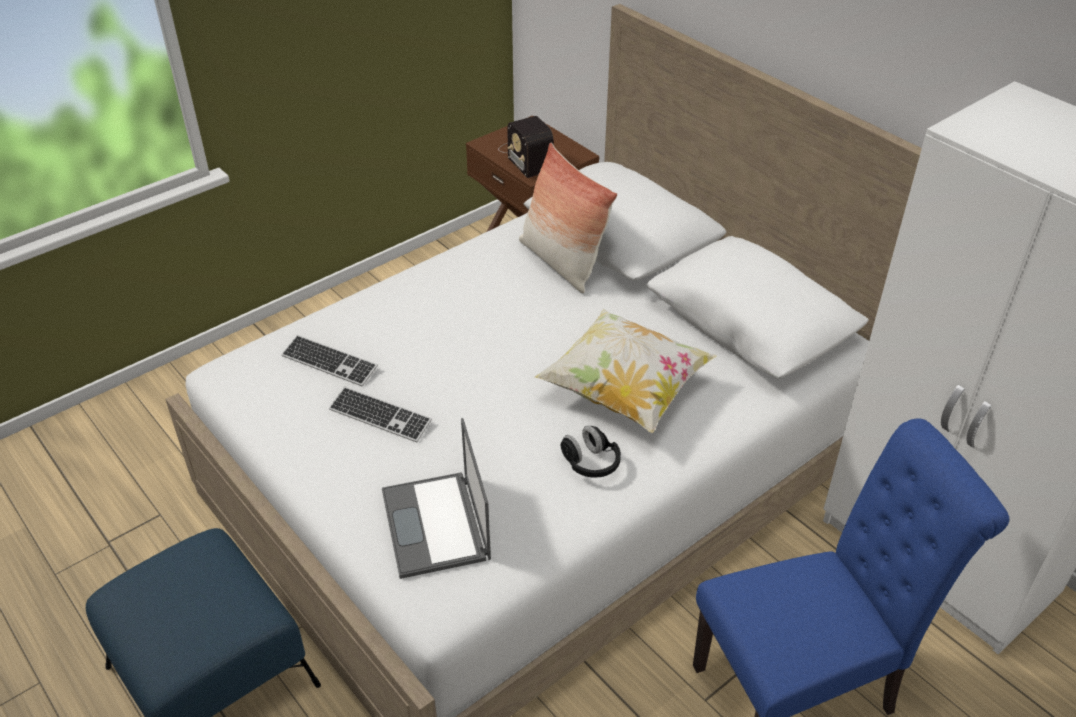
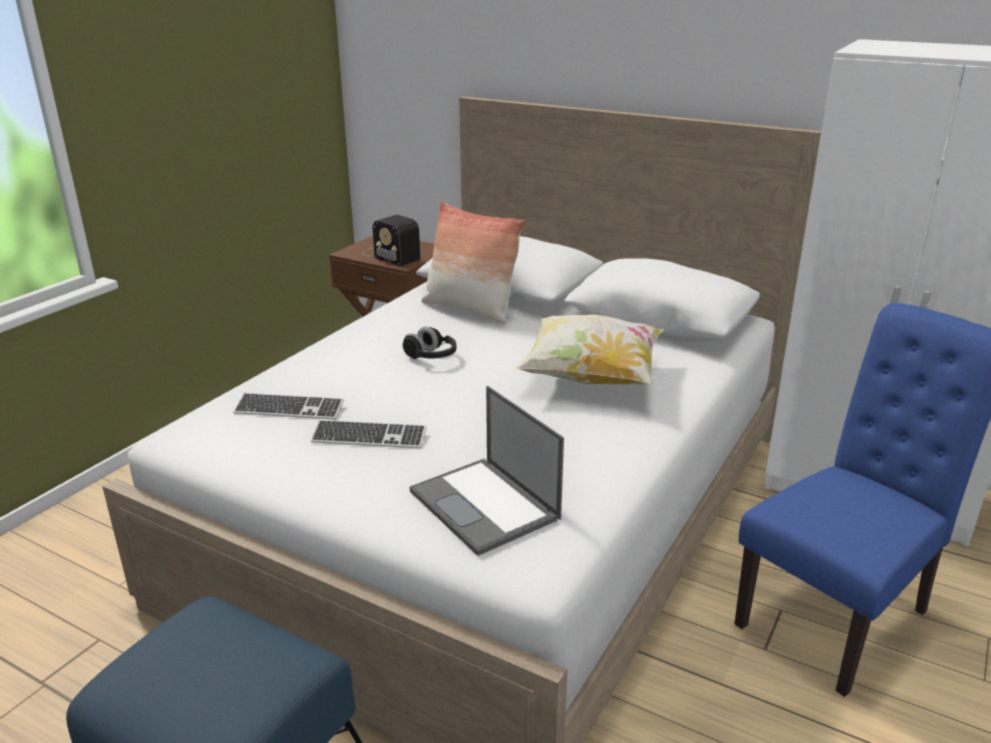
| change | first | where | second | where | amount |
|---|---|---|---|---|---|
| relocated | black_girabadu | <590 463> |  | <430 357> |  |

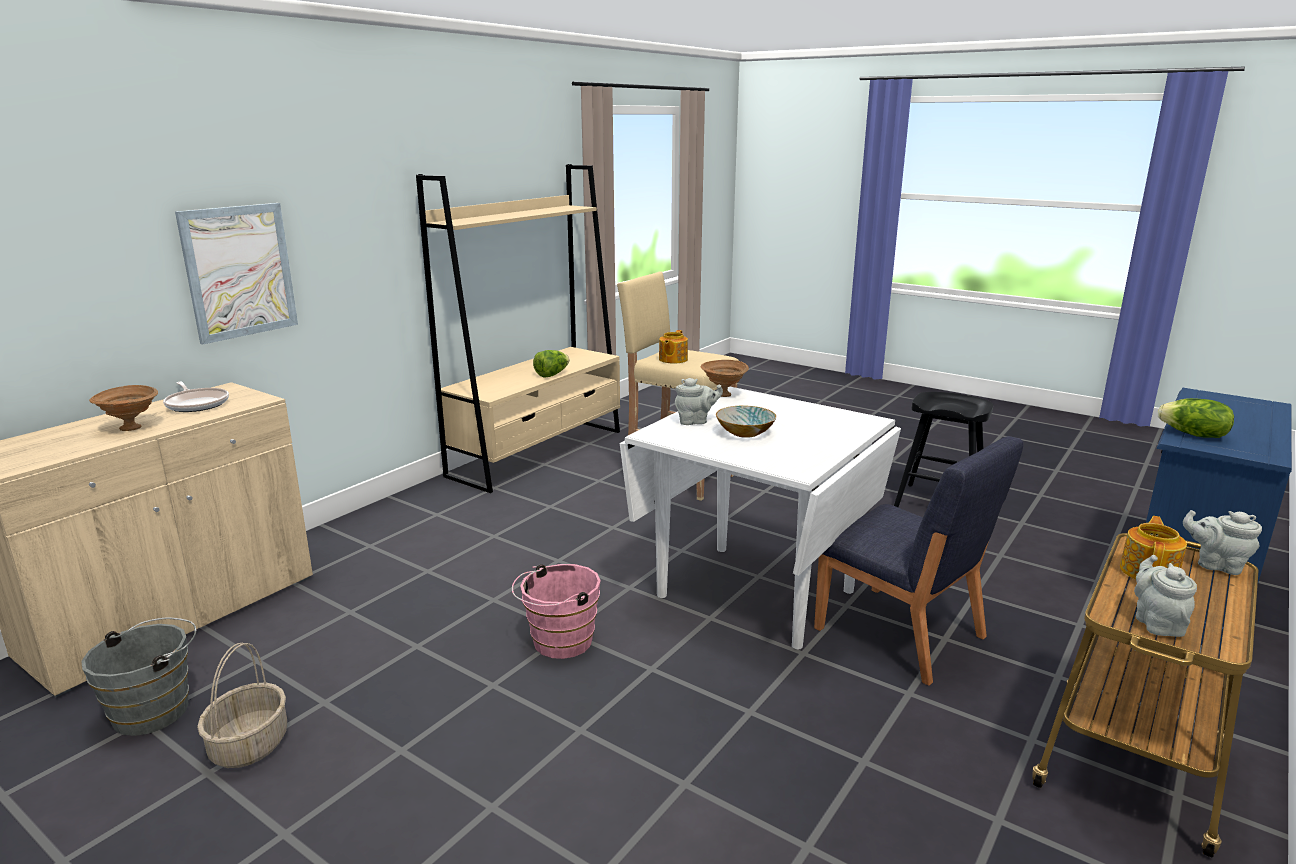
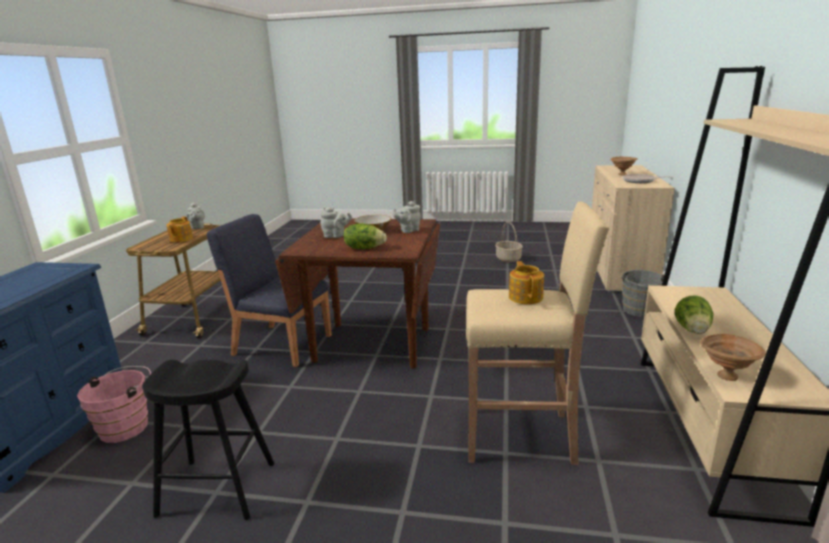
| change | first | where | second | where | amount |
|---|---|---|---|---|---|
| relocated | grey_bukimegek | <157 709> |  | <640 311> |  |
| missing | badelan | <239 271> |  |  |  |
| relocated | pink_bukimegek | <558 643> |  | <127 426> |  |
| colour | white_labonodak | <754 594> | brown_labonodak | <373 344> |  |
| relocated | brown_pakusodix | <724 395> |  | <725 376> |  |
| relocated | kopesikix | <1193 435> |  | <364 248> |  |
| relocated | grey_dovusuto | <1216 565> |  | <336 236> |  |

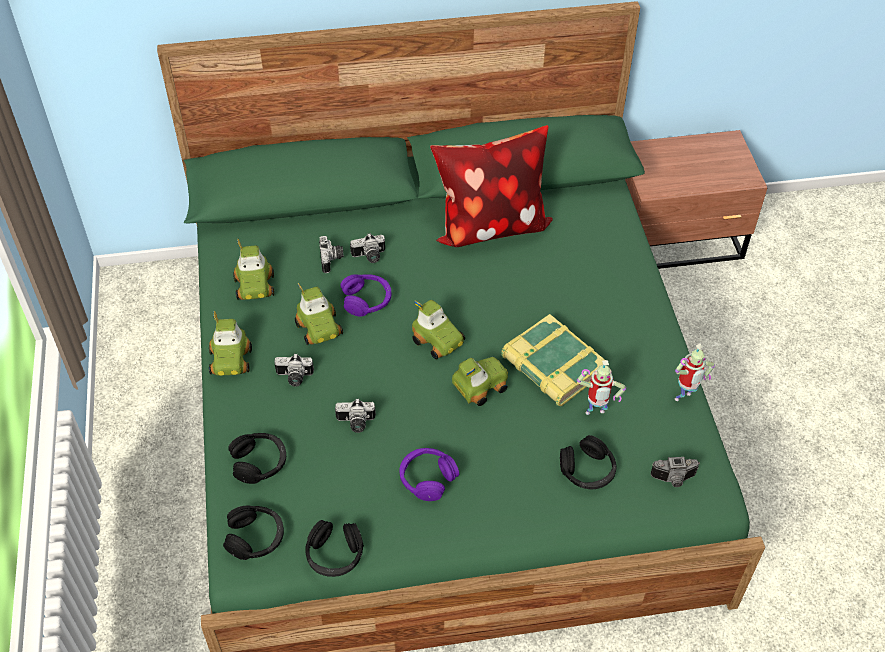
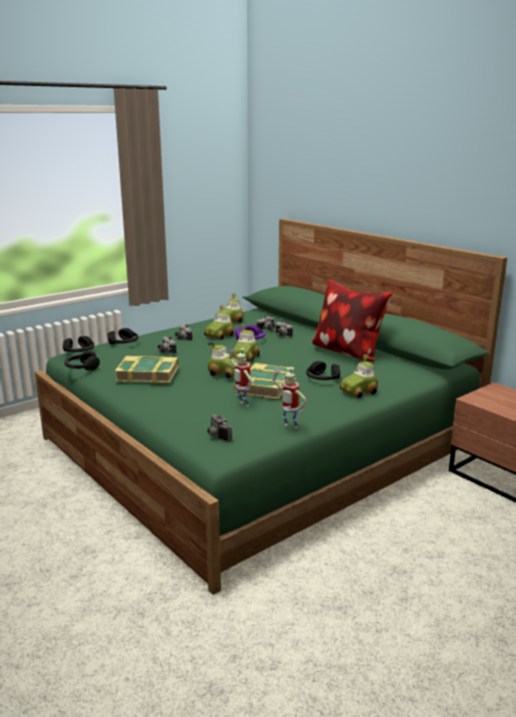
| change | first | where | second | where | amount |
|---|---|---|---|---|---|
| relocated | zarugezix | <231 360> |  | <358 392> |  |
| exchanged | purple_girabadu | <427 478> | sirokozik | <148 374> |  |
| relocated | black_girabadu | <587 470> |  | <322 379> |  |

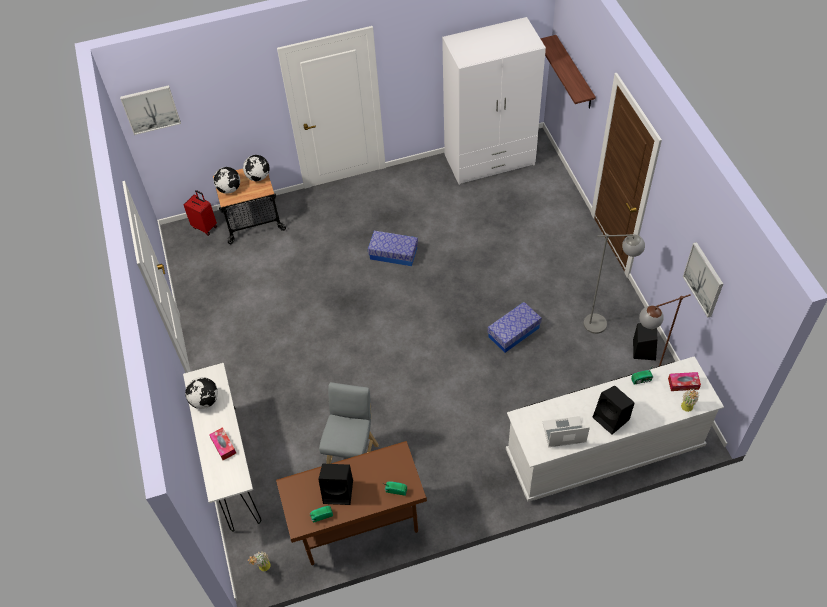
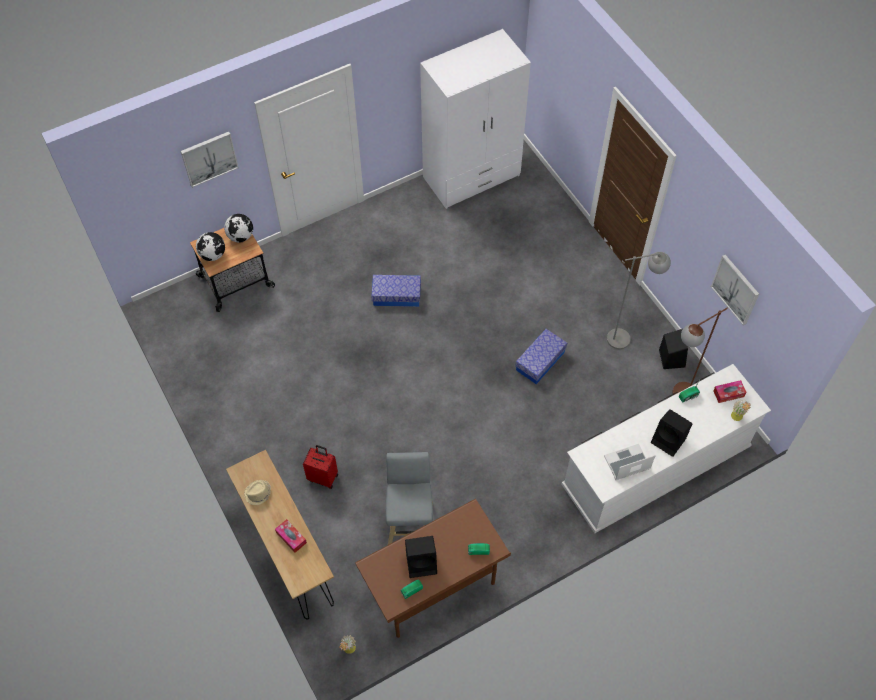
| change | first | where | second | where | amount |
|---|---|---|---|---|---|
| relocated | badelan | <151 109> |  | <209 158> |  |
| colour | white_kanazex | <233 467> | brown_kanazex | <289 553> |  |
| relocated | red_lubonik | <205 227> |  | <323 477> |  |
| exchanged | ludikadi | <205 401> | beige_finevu | <258 493> |  |
| missing | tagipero | <574 73> |  |  |  |

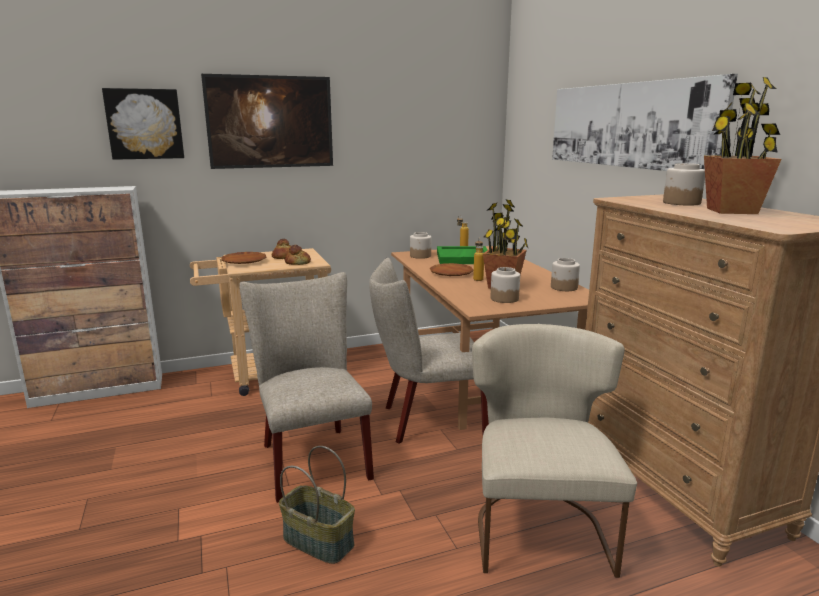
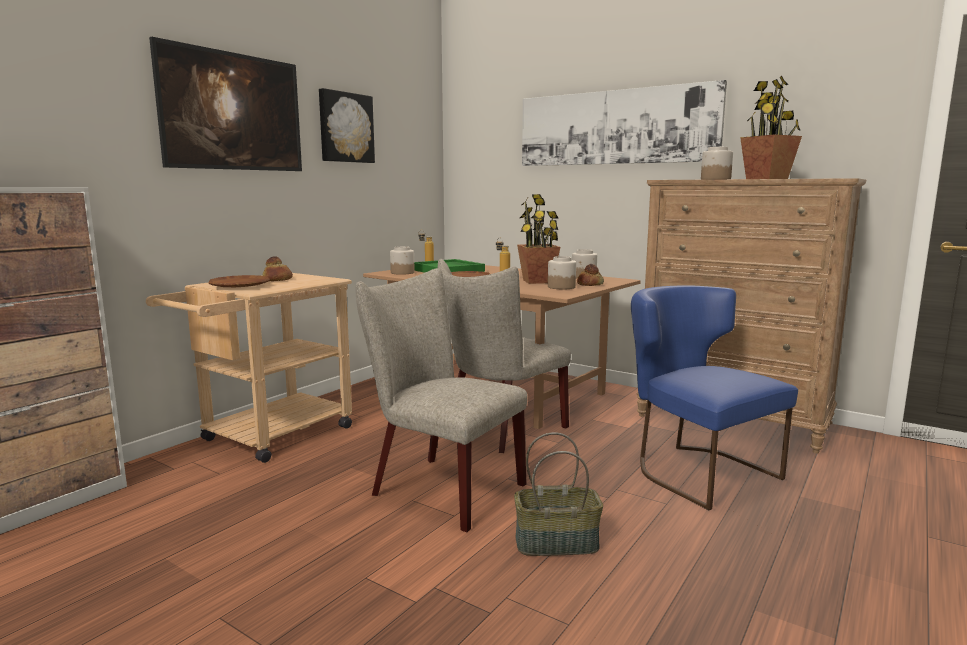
| change | first | where | second | where | amount |
|---|---|---|---|---|---|
| relocated | badelan | <145 124> |  | <345 127> |  |
| relocated | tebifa | <298 263> |  | <589 284> |  |
| colour | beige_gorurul | <538 526> | blue_gorurul | <695 470> |  |

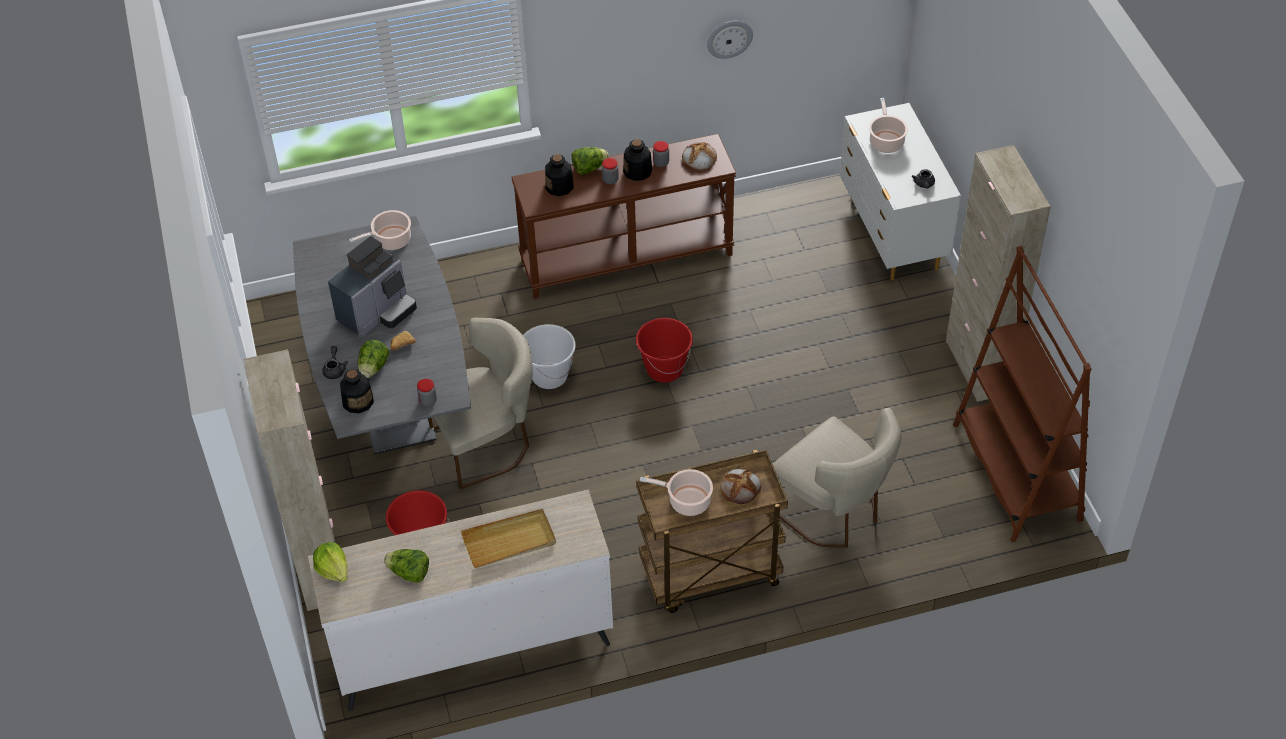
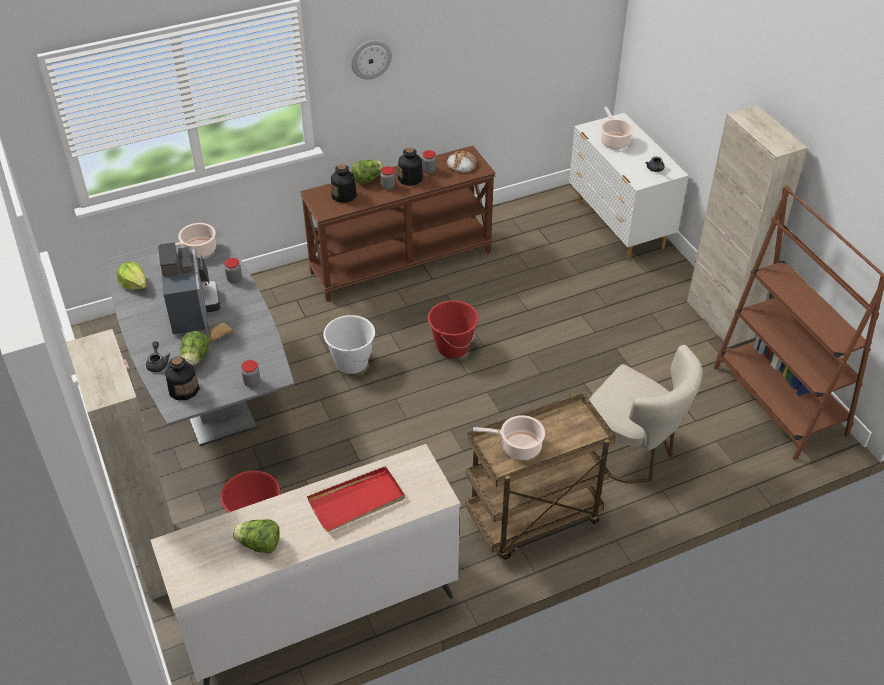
| change | first | where | second | where | amount |
|---|---|---|---|---|---|
| relocated | kopesikix | <333 569> |  | <134 284> |  |
| spun | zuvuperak | <377 312> |  | <193 310> | 45 degrees counterclockwise |
| missing | beige_gorurul | <487 443> |  |  |  |
| colour | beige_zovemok | <509 541> | red_zovemok | <357 501> |  |
| relocated | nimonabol | <729 38> |  | <371 59> |  |
| missing | tebifa | <741 488> |  |  |  |
| appeared |  |  | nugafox | <234 279> |  |

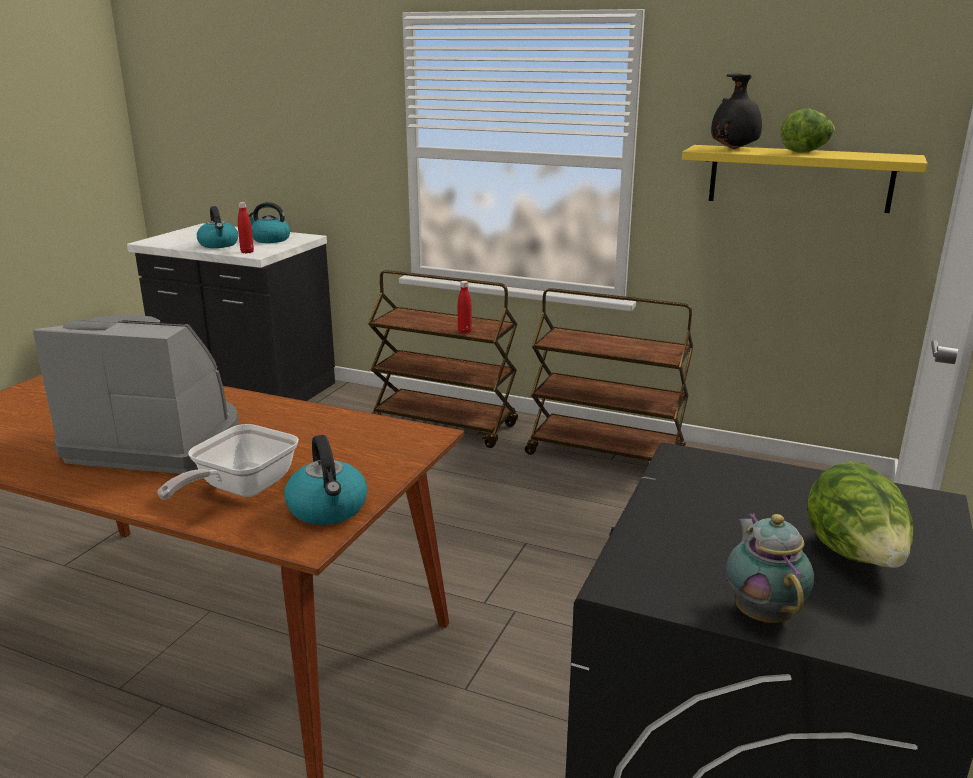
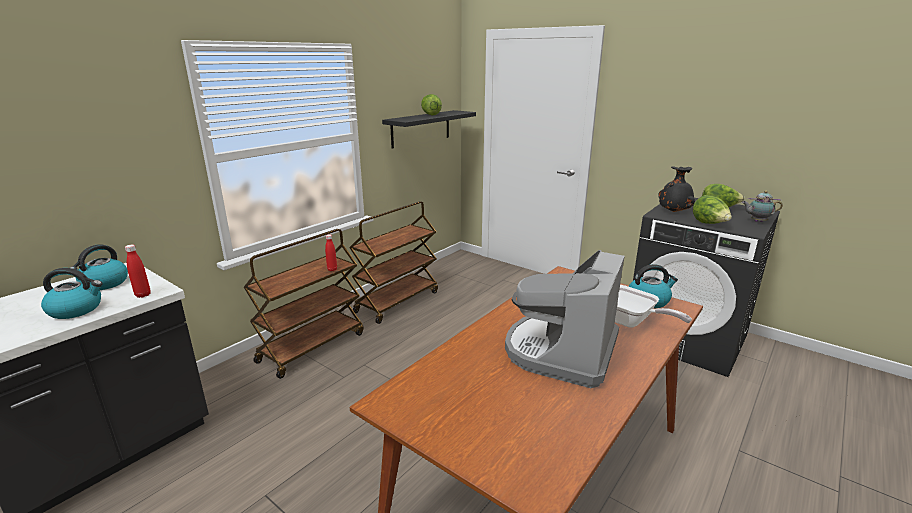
| change | first | where | second | where | amount |
|---|---|---|---|---|---|
| colour | yellow_tagipero | <799 178> | black_tagipero | <421 128> |  |
| relocated | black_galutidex | <735 149> |  | <674 211> |  |
| appeared |  |  | kopesikix | <709 224> |  |

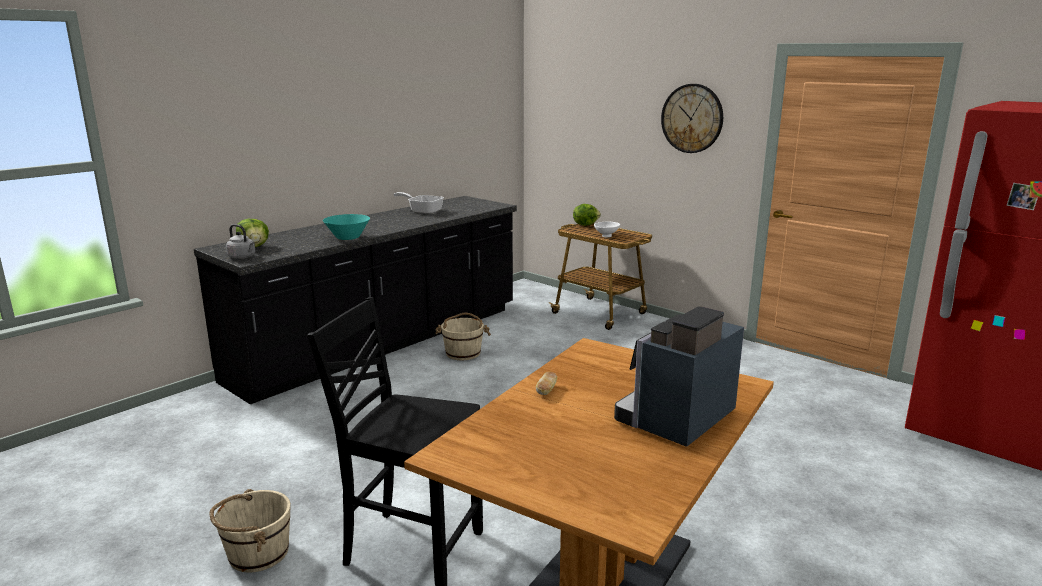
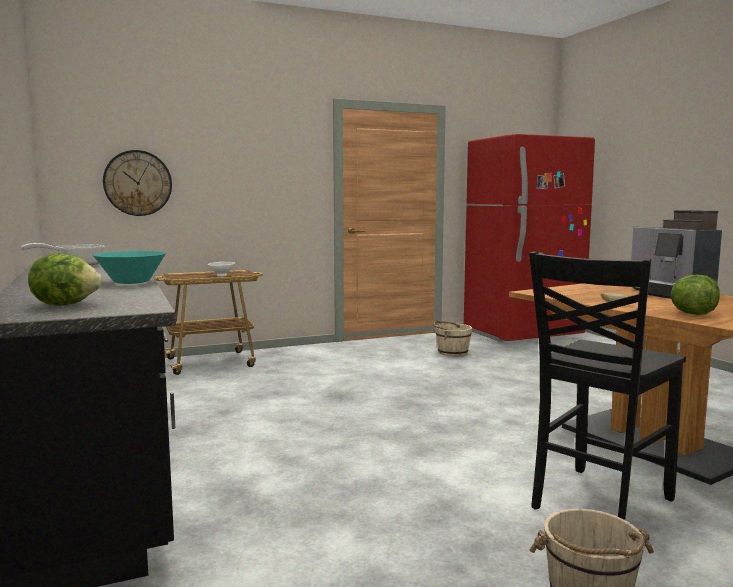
| change | first | where | second | where | amount |
|---|---|---|---|---|---|
| missing | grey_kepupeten | <243 257> |  |  |  |
| relocated | beige_bukimegek | <463 353> |  | <452 352> |  |
| relocated | kopesikix | <585 225> |  | <692 314> |  |
| relocated | nimonabol | <692 118> |  | <137 183> |  |

